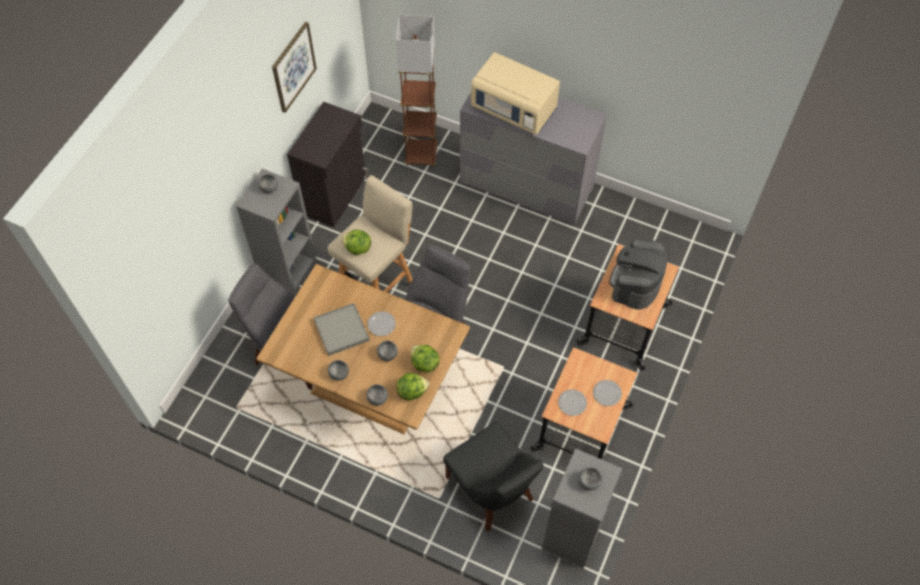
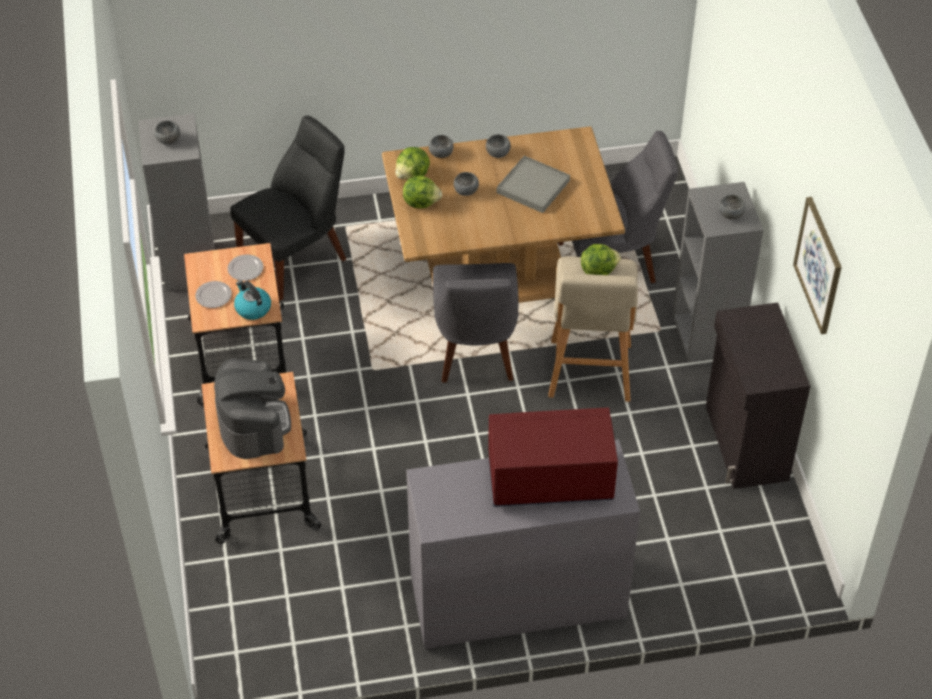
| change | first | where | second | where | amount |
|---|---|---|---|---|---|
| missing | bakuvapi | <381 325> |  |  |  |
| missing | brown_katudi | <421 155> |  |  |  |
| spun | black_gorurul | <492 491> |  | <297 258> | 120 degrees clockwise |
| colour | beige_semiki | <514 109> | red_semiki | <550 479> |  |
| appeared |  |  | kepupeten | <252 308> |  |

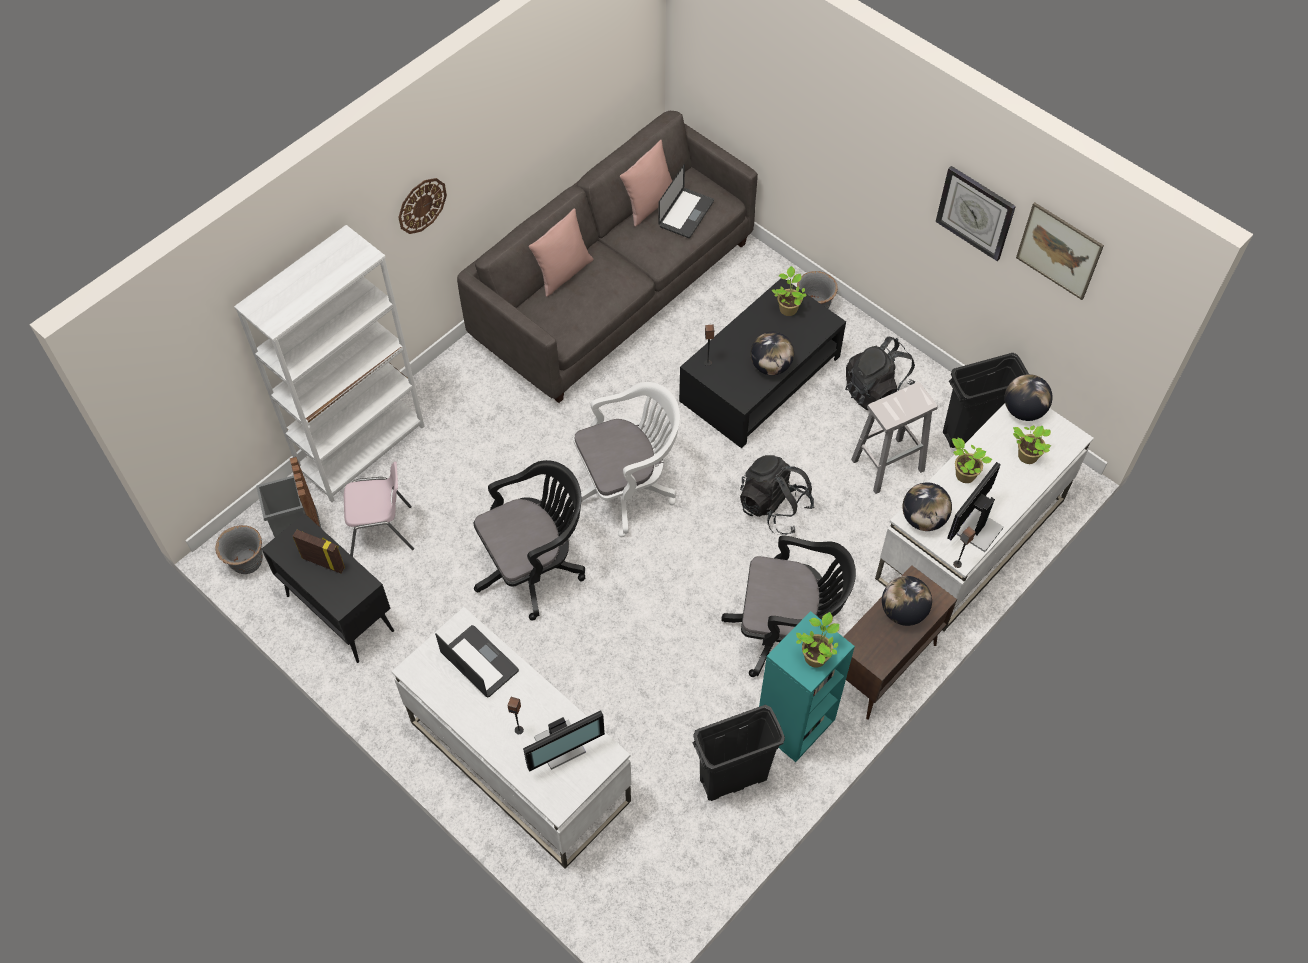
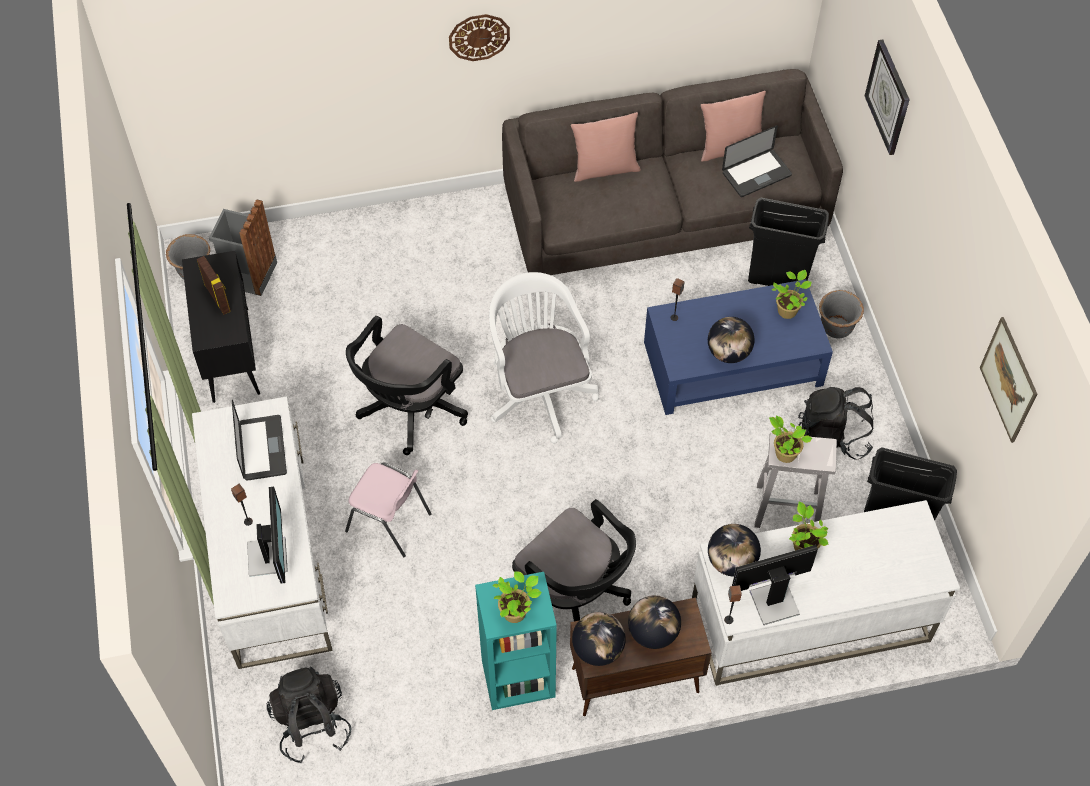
| change | first | where | second | where | amount |
|---|---|---|---|---|---|
| missing | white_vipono | <362 449> |  |  |  |
| relocated | pink_gorurul | <382 532> |  | <389 523> |  |
| spun | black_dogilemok | <534 567> |  | <409 410> | 120 degrees clockwise |
| spun | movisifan | <561 746> |  | <269 556> | 105 degrees counterclockwise |
| spun | white_dogilemok | <627 488> |  | <539 390> | 120 degrees counterclockwise |
| colour | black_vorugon | <760 378> | blue_vorugon | <732 364> |  |
| relocated | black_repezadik | <733 779> |  | <776 279> |  |
| relocated | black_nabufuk | <774 507> |  | <311 724> |  |
| relocated | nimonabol | <975 212> |  | <888 97> |  |
| relocated | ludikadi | <1023 410> |  | <598 649> |  |
| relocated | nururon | <1026 456> |  | <784 453> |  |

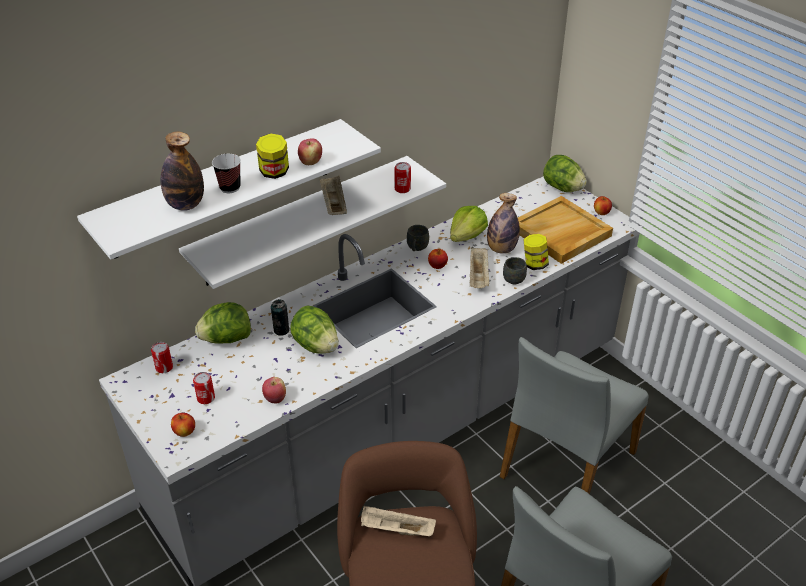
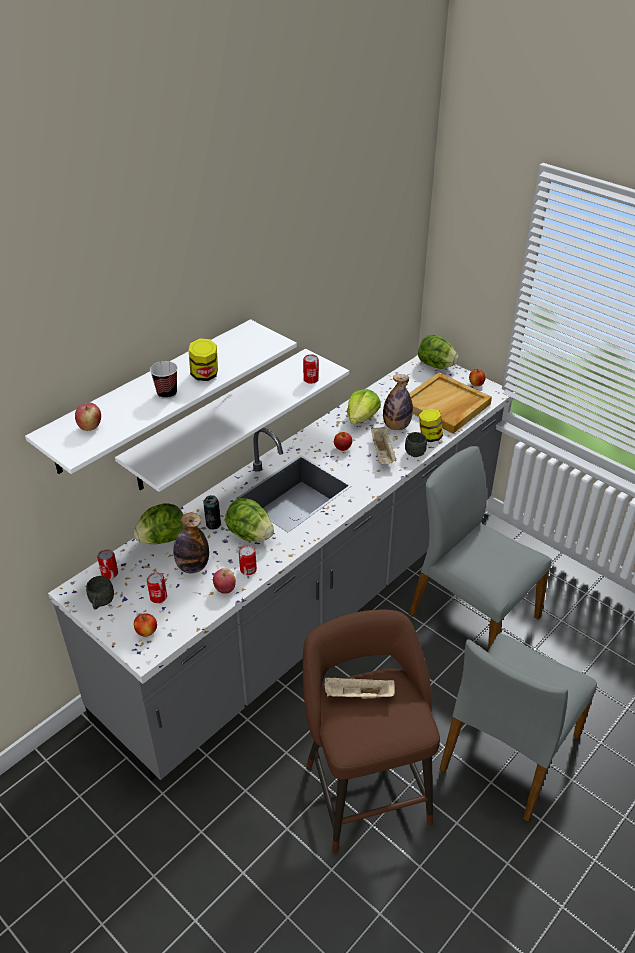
| change | first | where | second | where | amount |
|---|---|---|---|---|---|
| relocated | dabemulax | <185 205> |  | <192 566> |  |
| relocated | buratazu | <310 162> |  | <90 427> |  |
| missing | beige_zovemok | <333 204> |  |  |  |
| relocated | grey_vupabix | <416 248> |  | <101 603> |  |
| spun | grey_gorurul | <565 464> |  | <472 615> | 105 degrees clockwise |
| appeared |  |  | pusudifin | <248 569> |  |

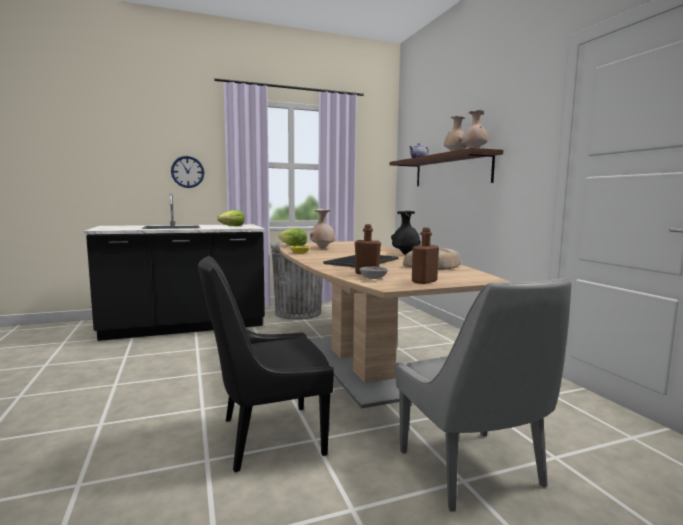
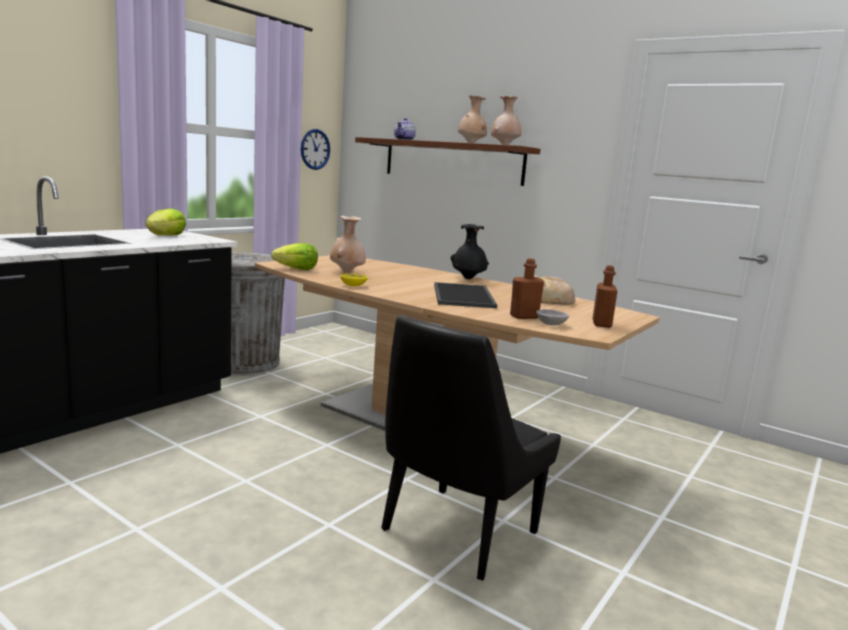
| change | first | where | second | where | amount |
|---|---|---|---|---|---|
| relocated | nimonabol | <187 172> |  | <315 149> |  |
| missing | grey_gorurul | <472 471> |  |  |  |

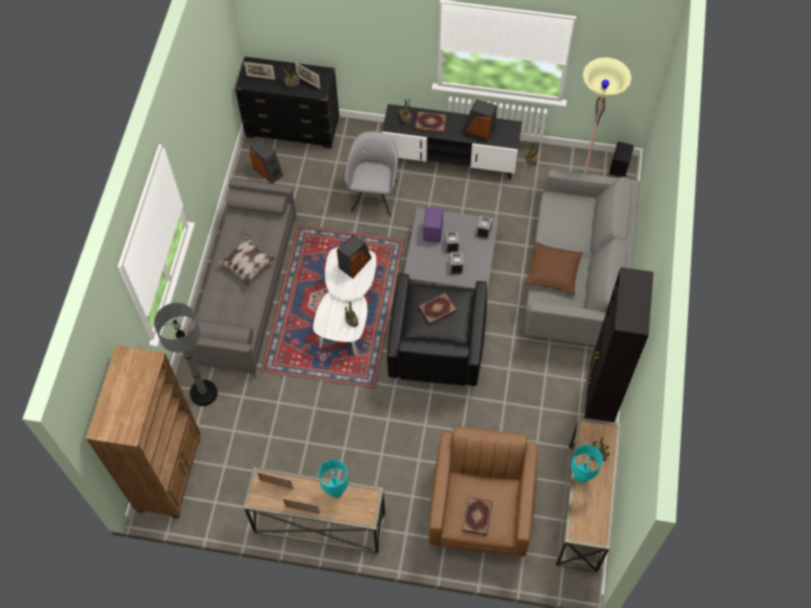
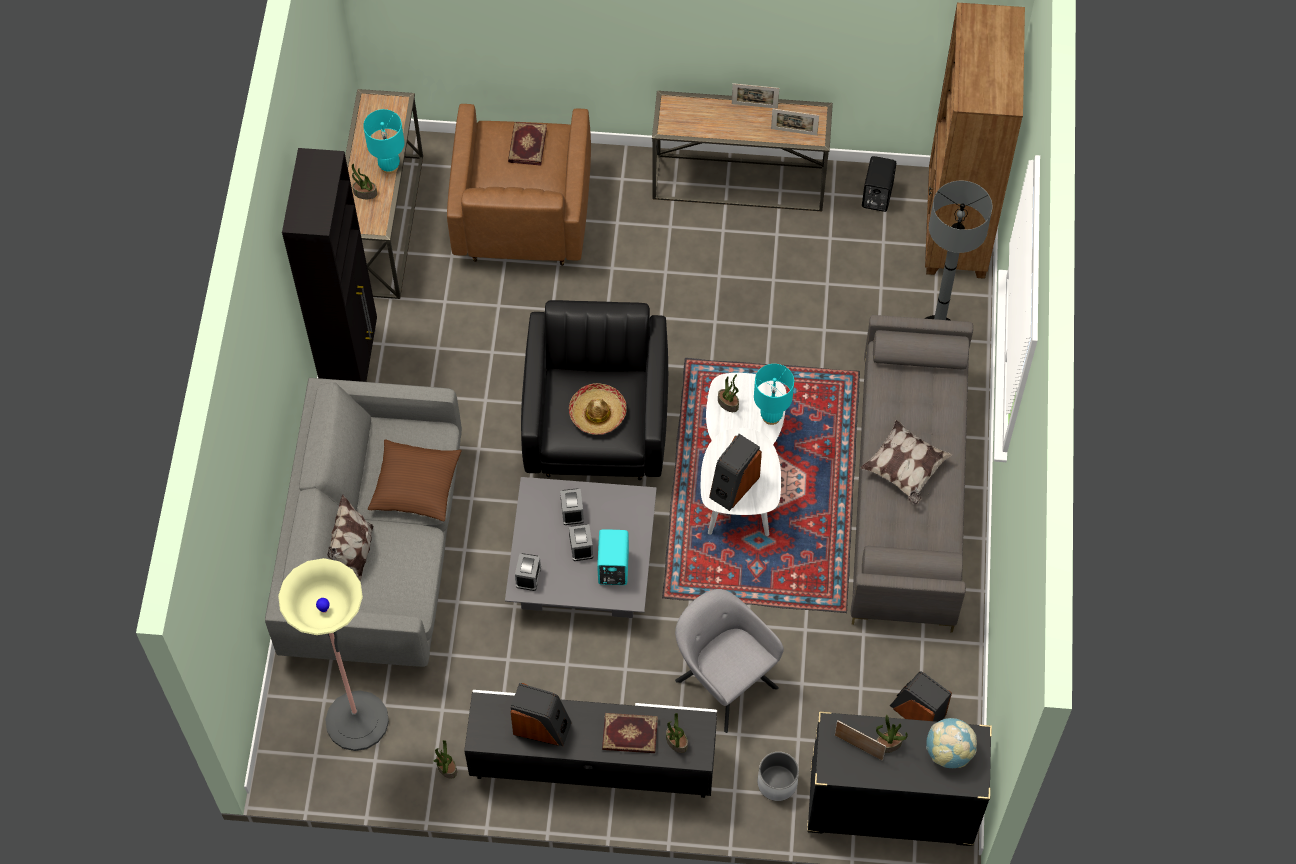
| change | first | where | second | where | amount |
|---|---|---|---|---|---|
| exchanged | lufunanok | <260 77> | ludikadi | <948 752> |  |
| relocated | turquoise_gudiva | <336 491> |  | <771 416> |  |
| spun | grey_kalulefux | <374 193> |  | <723 680> | 135 degrees clockwise |
| exchanged | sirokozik | <437 309> | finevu | <597 413> |  |
| colour | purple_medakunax | <433 232> | turquoise_medakunax | <612 568> |  |
| relocated | black_medakunax | <620 167> |  | <876 196> |  |
| appeared |  |  | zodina | <354 554> |  |
| appeared |  |  | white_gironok | <777 783> |  |

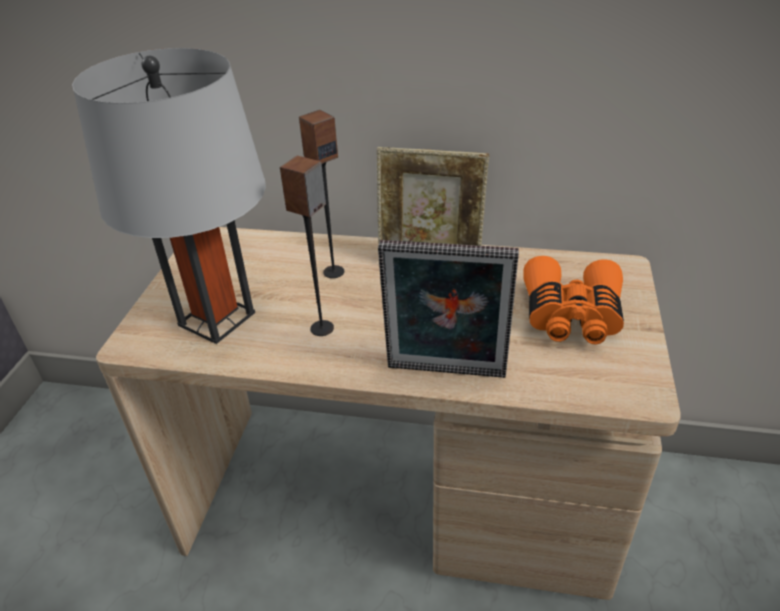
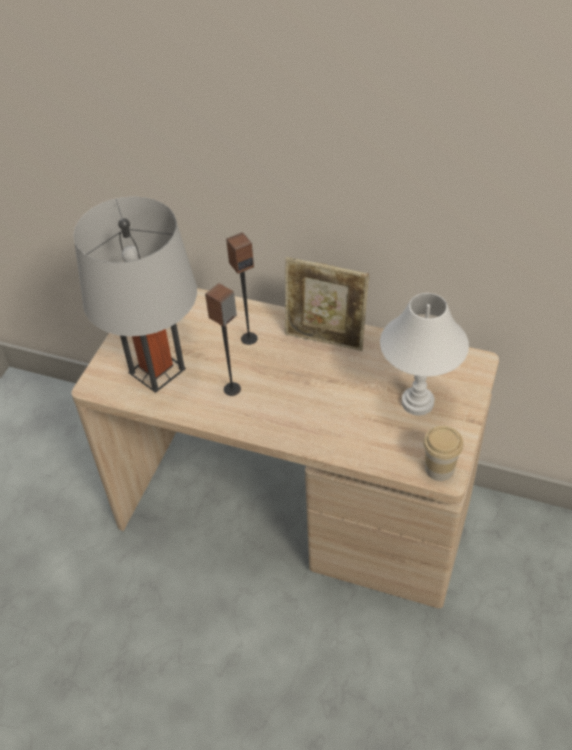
| change | first | where | second | where | amount |
|---|---|---|---|---|---|
| missing | lufunanok | <445 374> |  |  |  |
| exchanged | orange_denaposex | <571 316> | white_gudiva | <418 402> |  |
| appeared |  |  | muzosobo | <439 469> |  |

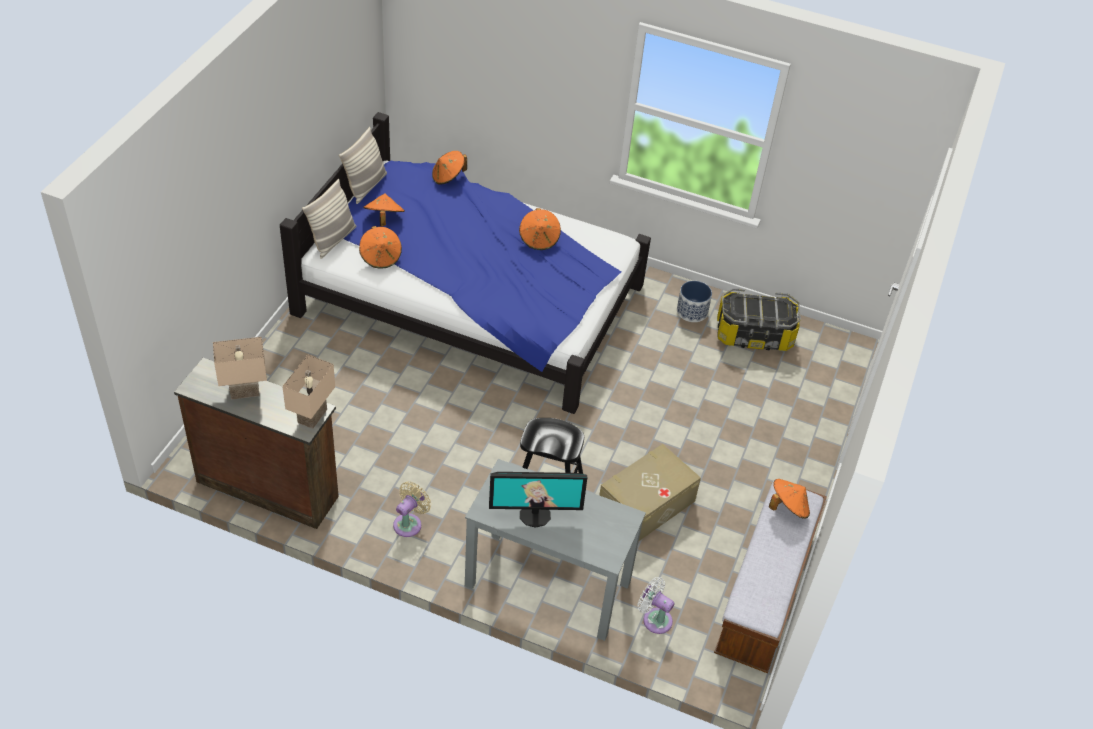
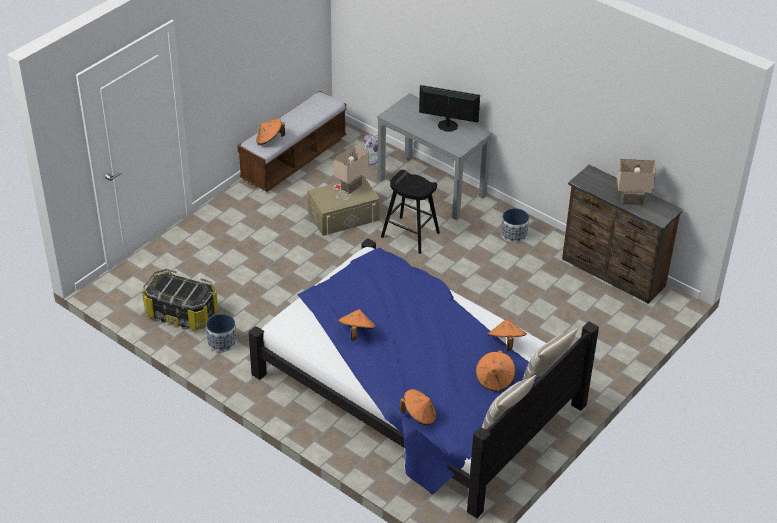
| change | first | where | second | where | amount |
|---|---|---|---|---|---|
| relocated | beige_gudiva | <311 415> |  | <352 187> |  |
| exchanged | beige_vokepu | <409 523> | gironok | <514 235> |  |

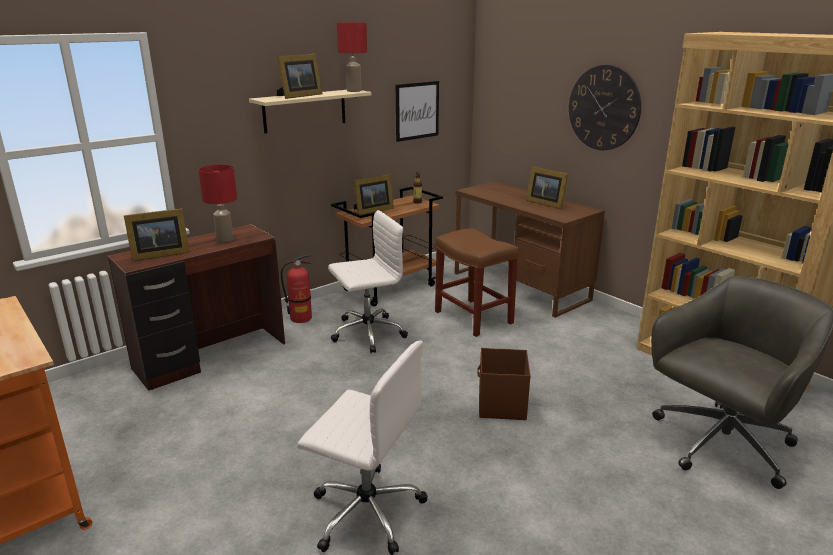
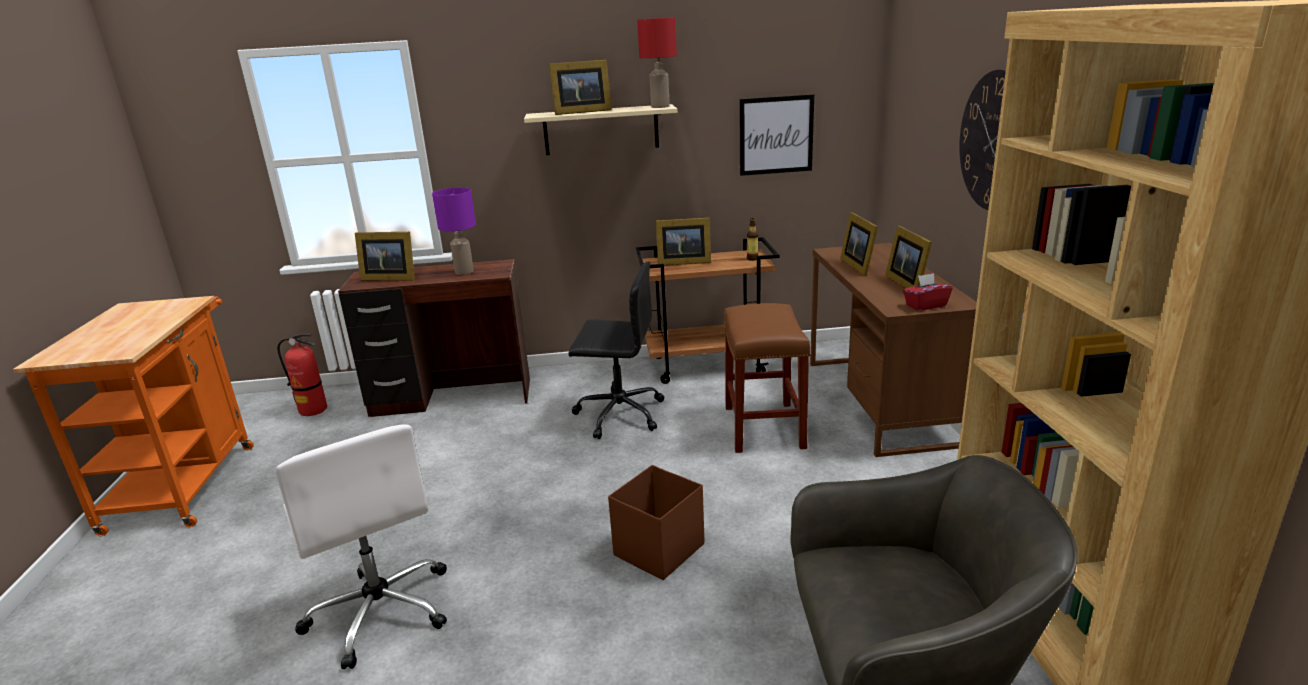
| change | first | where | second | where | amount |
|---|---|---|---|---|---|
| colour | red_gudiva | <225 239> | purple_gudiva | <464 272> |  |
| relocated | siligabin | <301 318> |  | <313 410> |  |
| colour | white_dogilemok | <367 333> | black_dogilemok | <618 414> |  |
| appeared |  |  | lufunanok | <859 266> |  |
| appeared |  |  | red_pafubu | <925 305> |  |

